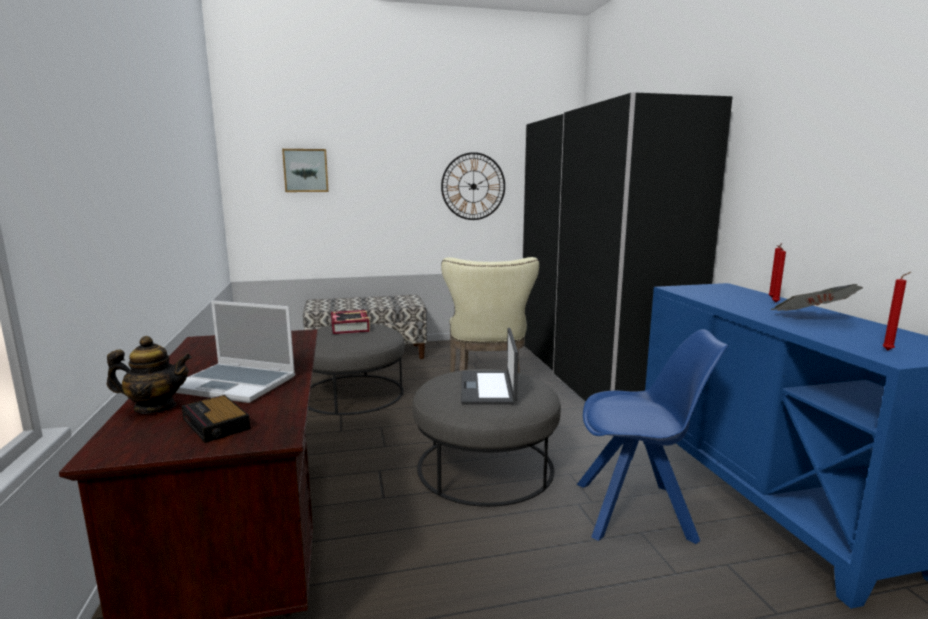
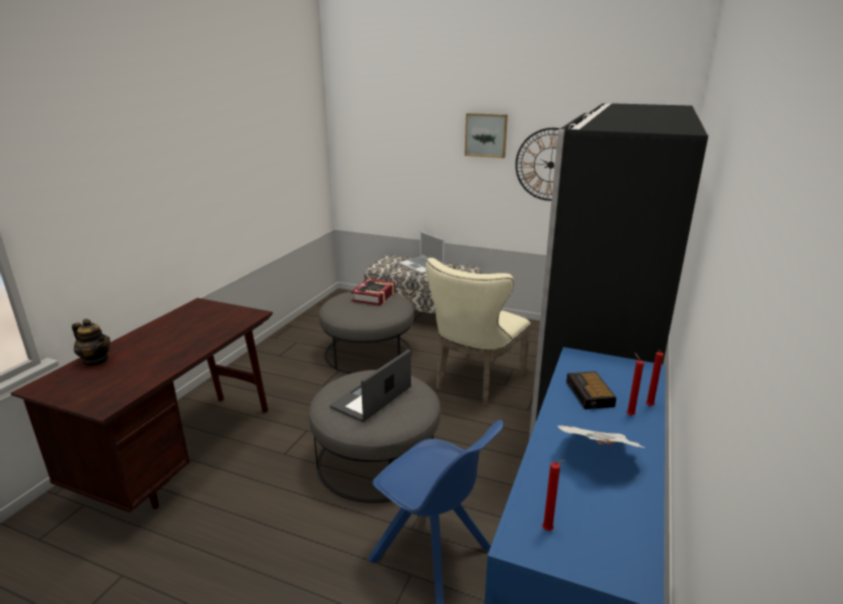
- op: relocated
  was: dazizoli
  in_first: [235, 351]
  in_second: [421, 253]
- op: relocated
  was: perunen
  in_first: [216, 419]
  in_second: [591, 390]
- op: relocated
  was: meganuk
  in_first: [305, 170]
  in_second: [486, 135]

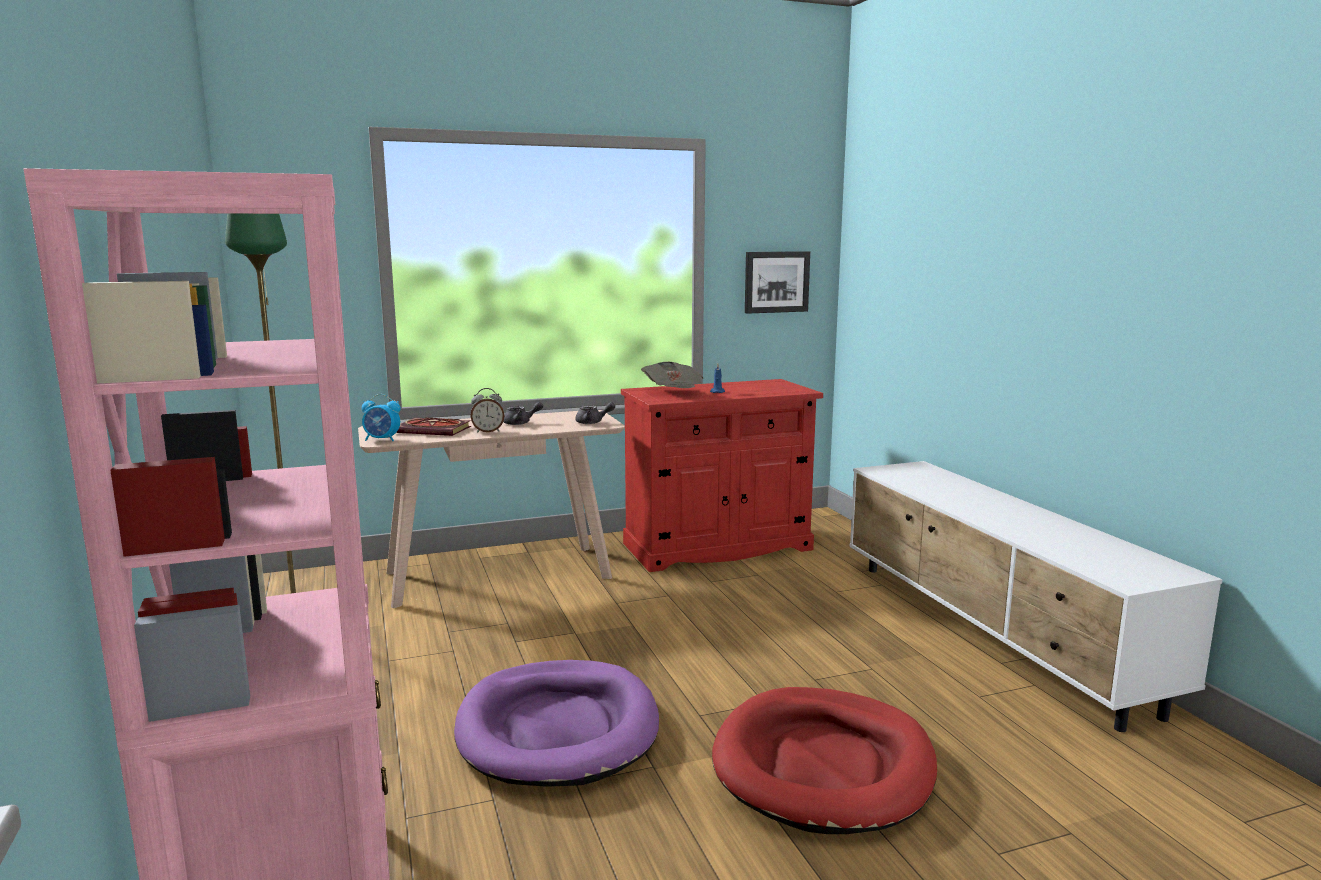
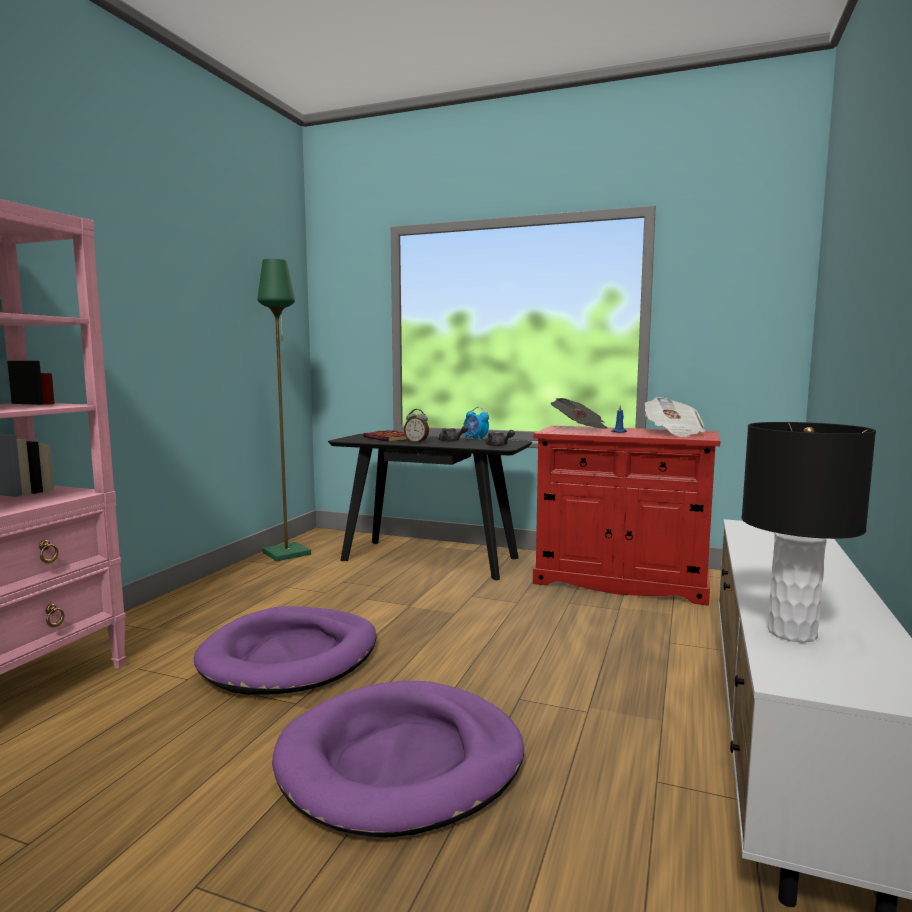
- op: missing
  was: meganuk
  in_first: [777, 282]
- op: appeared
  now: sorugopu
  in_second: [675, 417]
- op: appeared
  now: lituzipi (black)
  in_second: [809, 532]
- op: relocated
  was: perunen
  in_first: [381, 417]
  in_second: [476, 423]
- op: colour
  was: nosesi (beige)
  now: nosesi (black)
  in_first: [491, 509]
  in_second: [430, 507]
- op: colour
  was: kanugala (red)
  now: kanugala (purple)
  in_first: [824, 760]
  in_second: [398, 759]

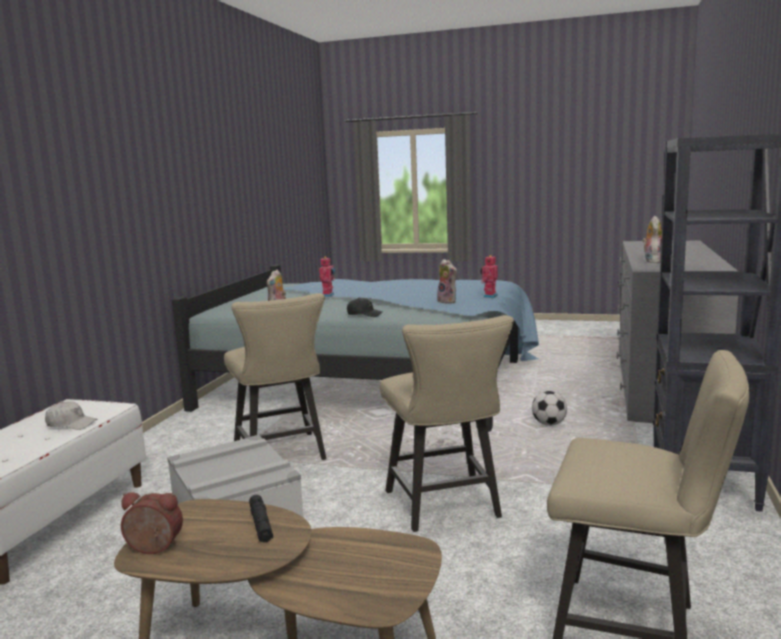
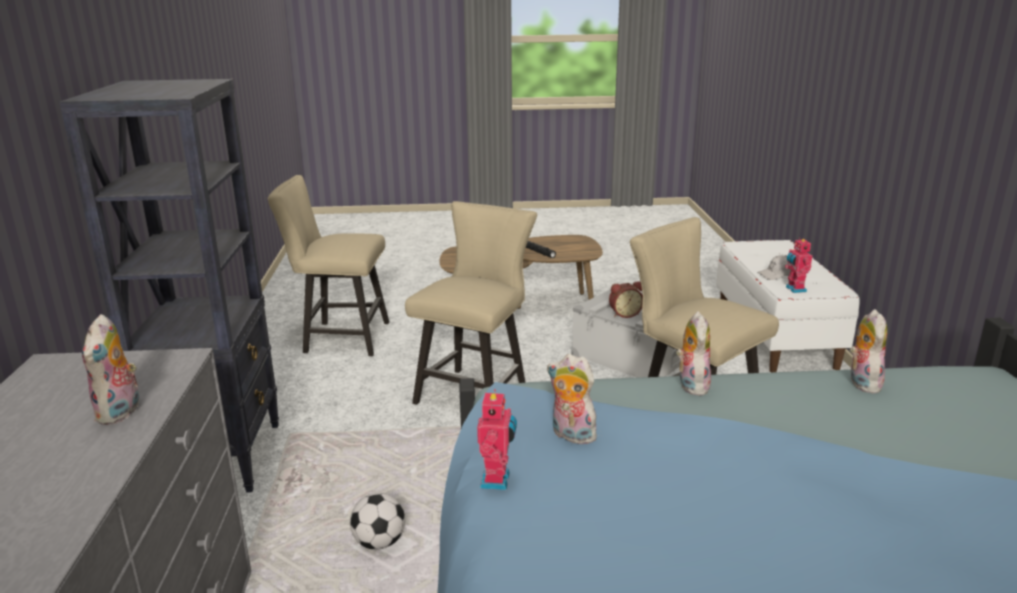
- op: relocated
  was: perunen
  in_first: [152, 523]
  in_second: [626, 299]
- op: relocated
  was: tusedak
  in_first: [327, 276]
  in_second: [798, 266]
- op: exchanged
  was: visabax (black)
  now: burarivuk
  in_first: [365, 307]
  in_second: [693, 353]
- op: spun
  was: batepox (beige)
  in_first: [447, 423]
  in_second: [471, 303]
  clockwise: 60

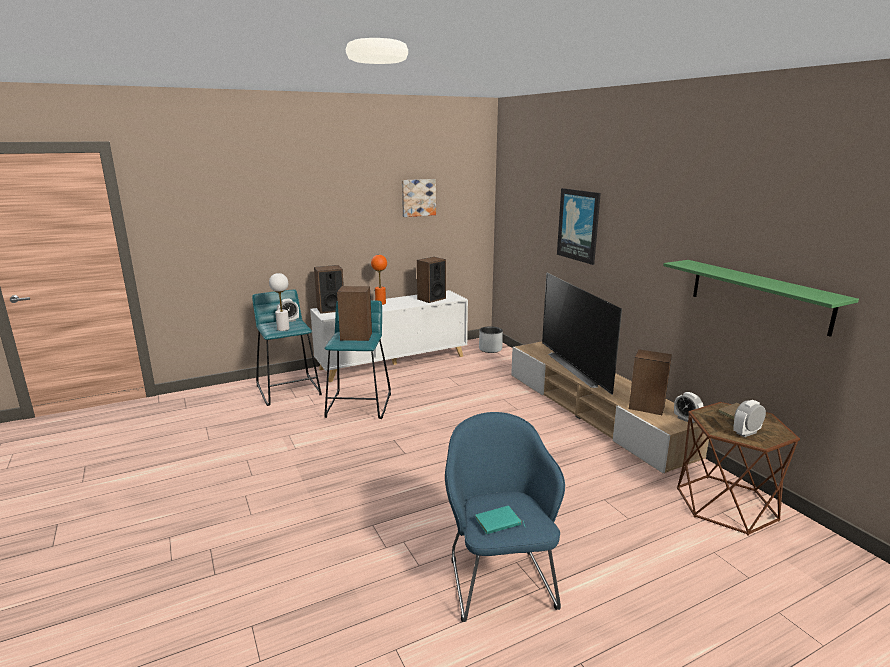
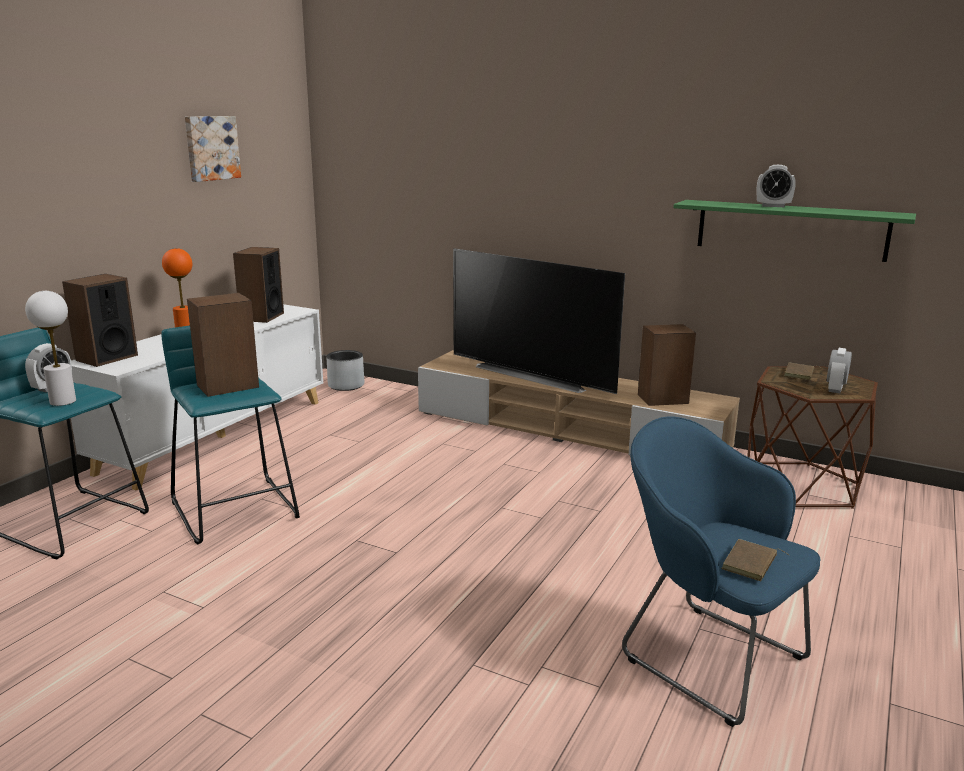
- op: missing
  was: meganuk
  in_first: [579, 226]
- op: relocated
  was: perunen
  in_first: [688, 407]
  in_second: [776, 186]
- op: colour
  was: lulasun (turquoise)
  now: lulasun (brown)
  in_first: [500, 520]
  in_second: [755, 560]

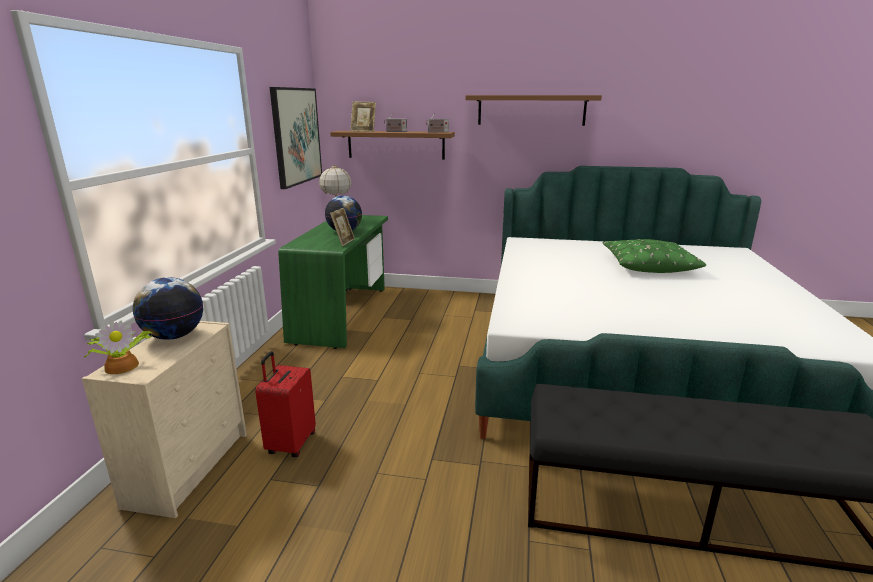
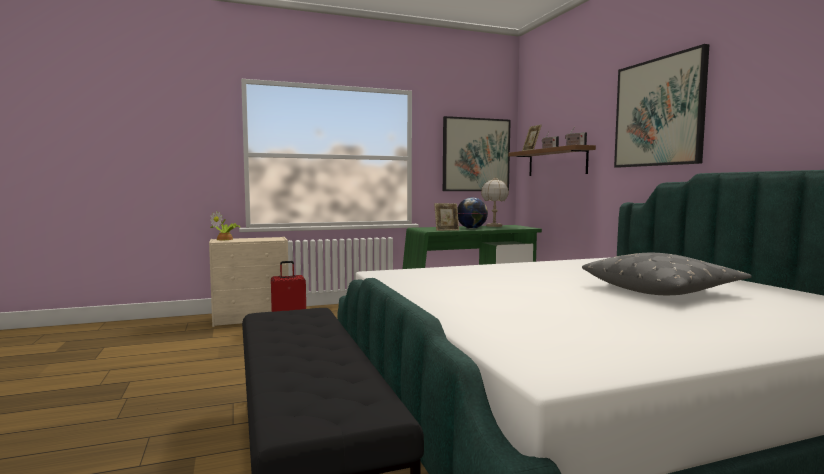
- op: missing
  was: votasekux
  in_first: [168, 308]
- op: exchanged
  was: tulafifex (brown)
  now: meganuk
  in_first: [534, 110]
  in_second: [662, 106]
- op: colour
  was: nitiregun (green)
  now: nitiregun (grey)
  in_first: [654, 256]
  in_second: [667, 274]

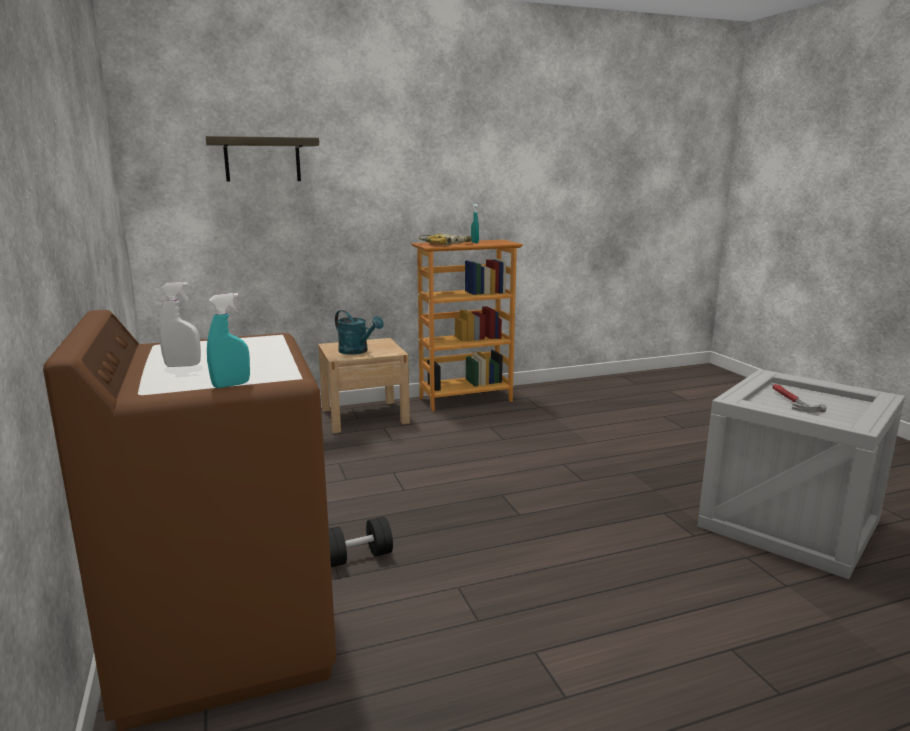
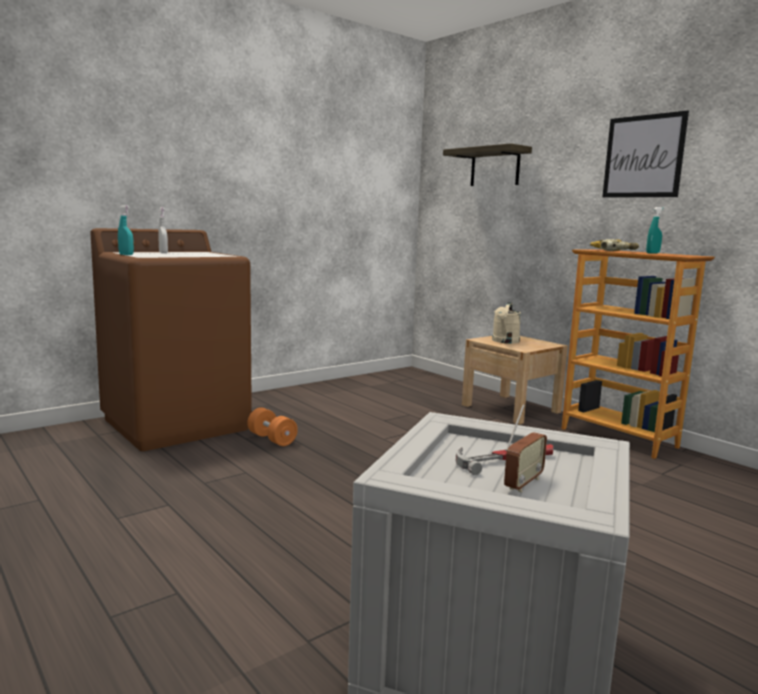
- op: appeared
  now: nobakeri
  in_second: [525, 448]
- op: appeared
  now: meganuk
  in_second: [645, 154]
- op: colour
  was: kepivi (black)
  now: kepivi (orange)
  in_first: [361, 542]
  in_second: [272, 426]
- op: colour
  was: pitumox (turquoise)
  now: pitumox (beige)
  in_first: [359, 332]
  in_second: [506, 323]

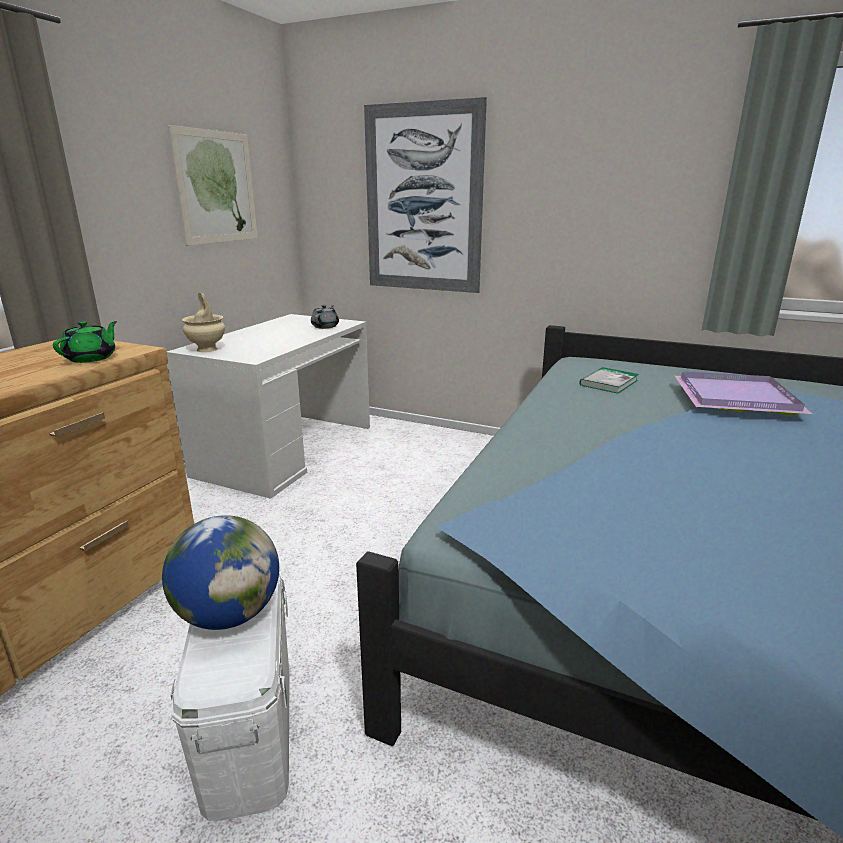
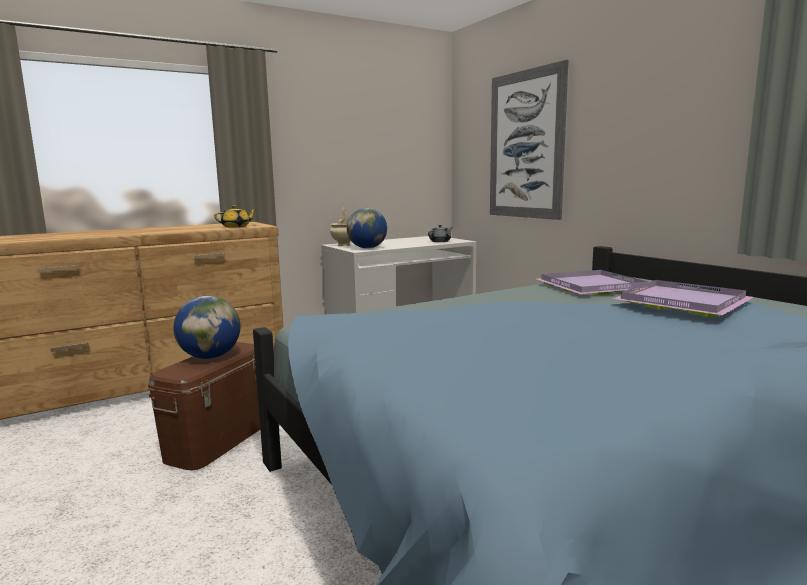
- op: missing
  was: meganuk
  in_first: [213, 185]
- op: appeared
  now: votasekux
  in_second: [367, 228]
- op: exchanged
  was: lulasun
  now: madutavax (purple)
  in_first: [609, 380]
  in_second: [592, 282]
- op: colour
  was: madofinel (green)
  now: madofinel (yellow)
  in_first: [85, 342]
  in_second: [235, 216]
- op: colour
  was: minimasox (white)
  now: minimasox (brown)
  in_first: [230, 696]
  in_second: [204, 406]

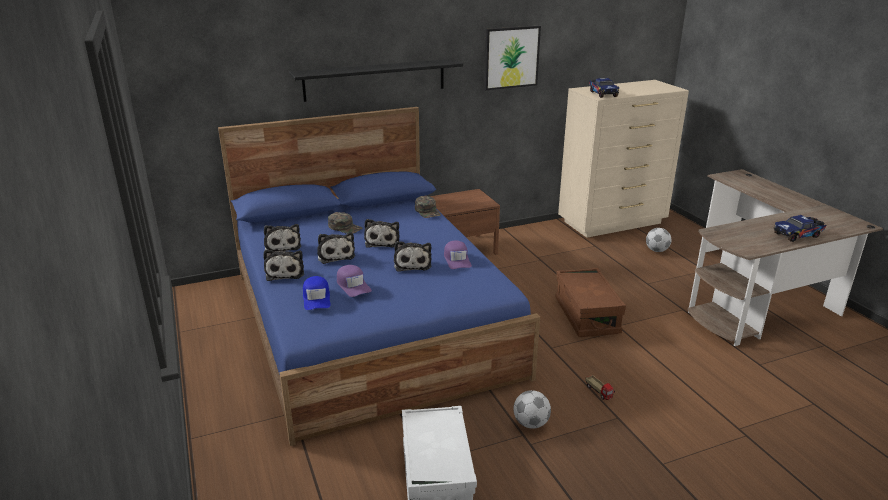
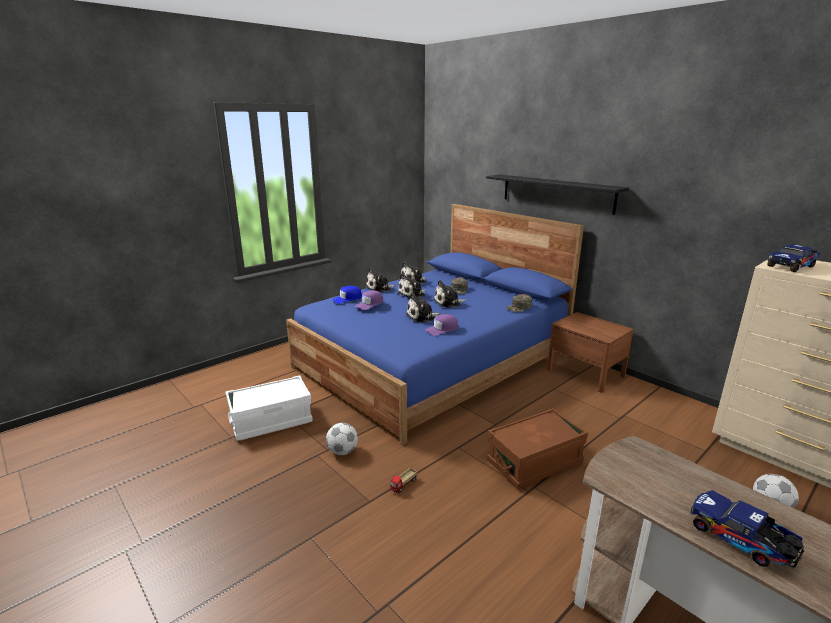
- op: missing
  was: meganuk
  in_first: [512, 58]

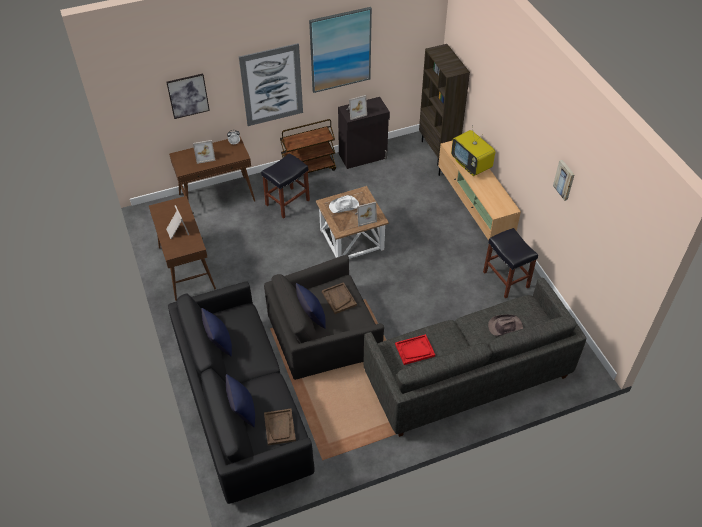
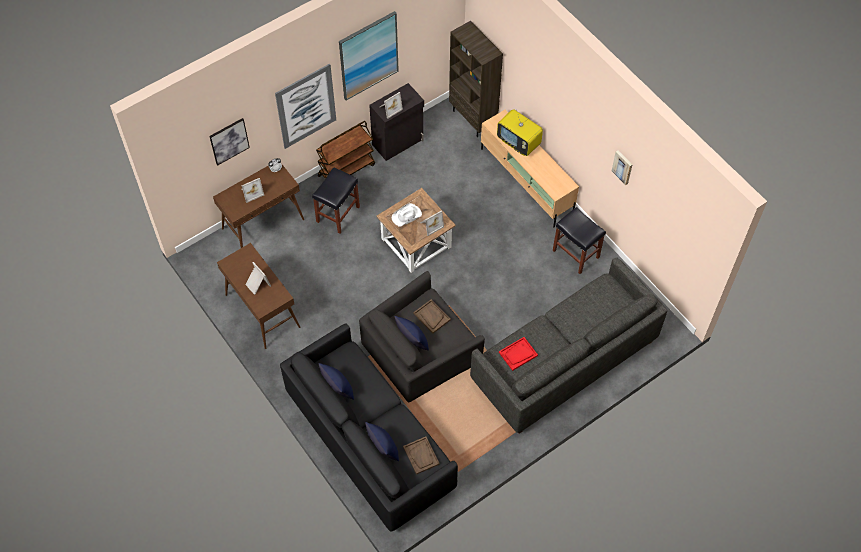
- op: missing
  was: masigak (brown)
  in_first: [505, 325]

